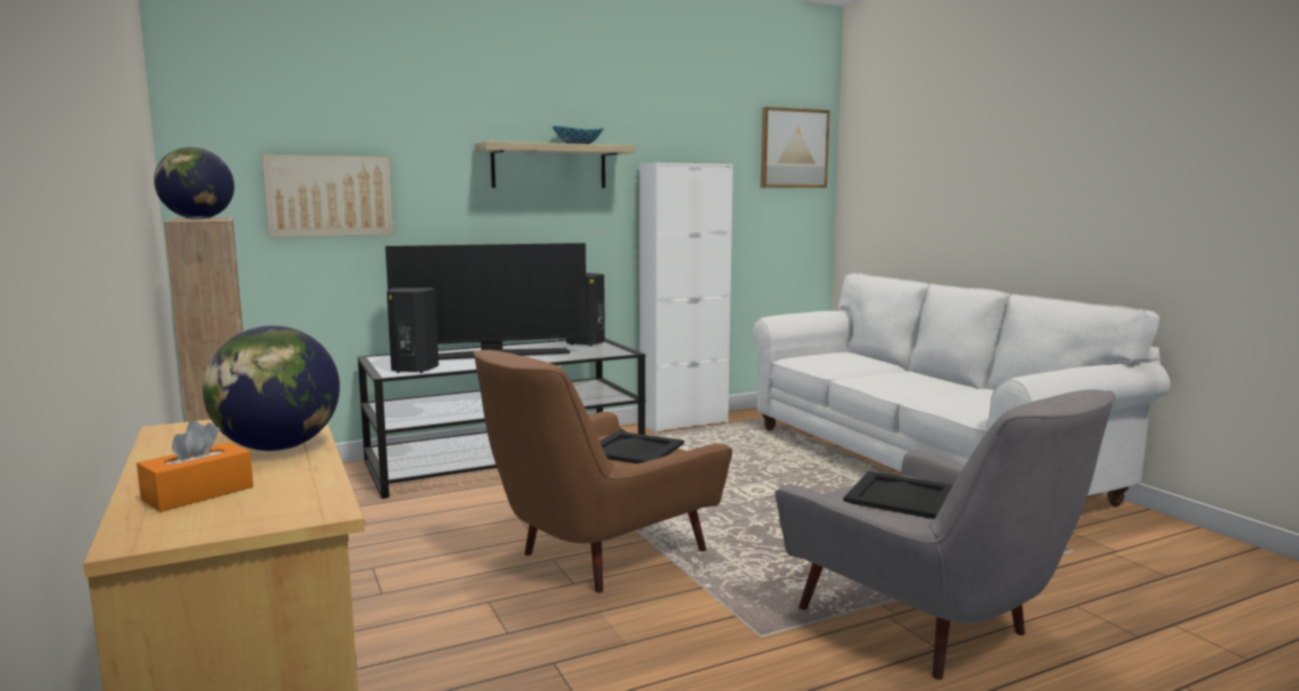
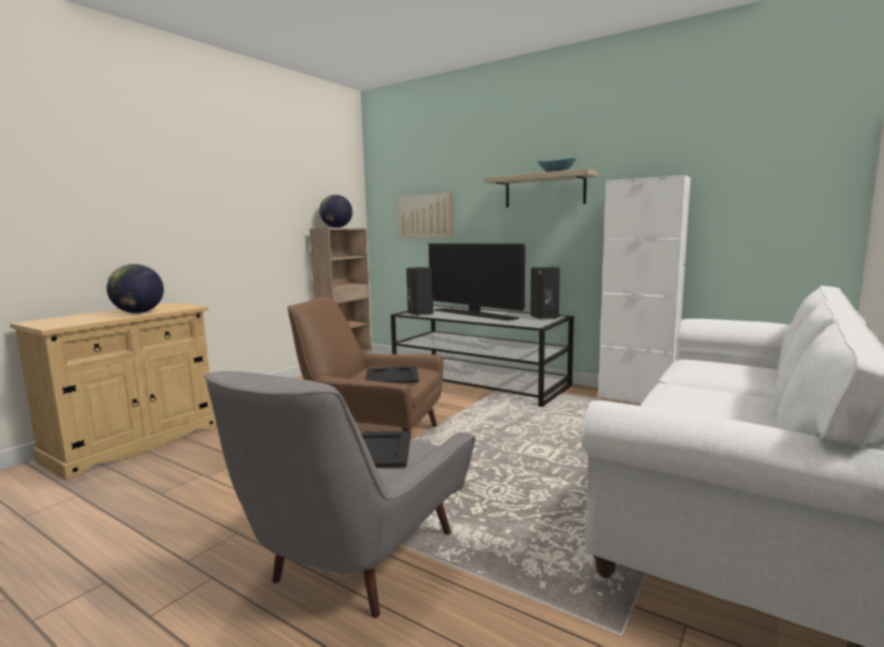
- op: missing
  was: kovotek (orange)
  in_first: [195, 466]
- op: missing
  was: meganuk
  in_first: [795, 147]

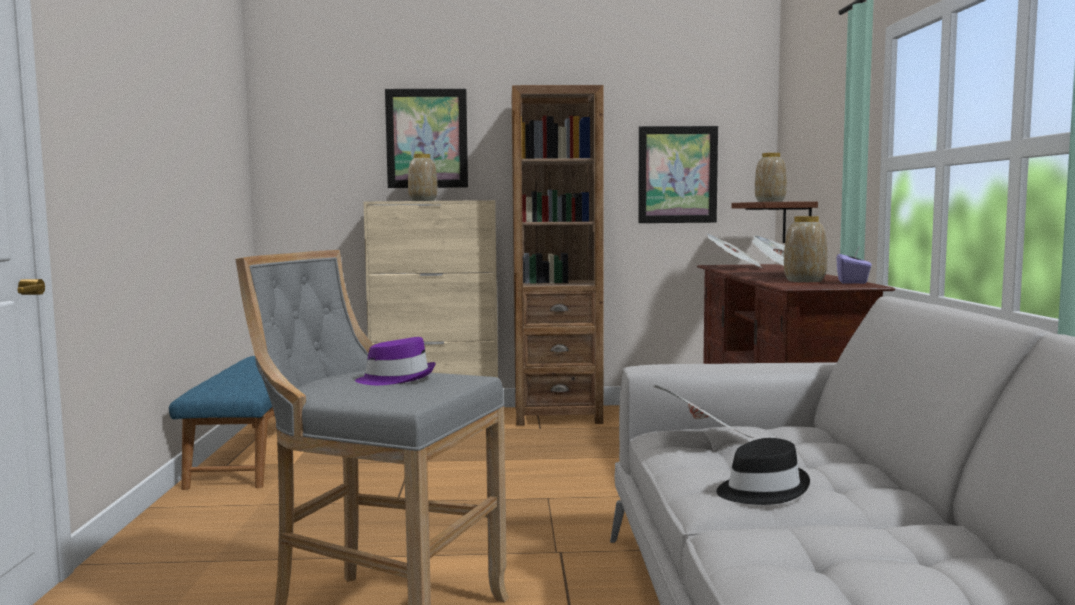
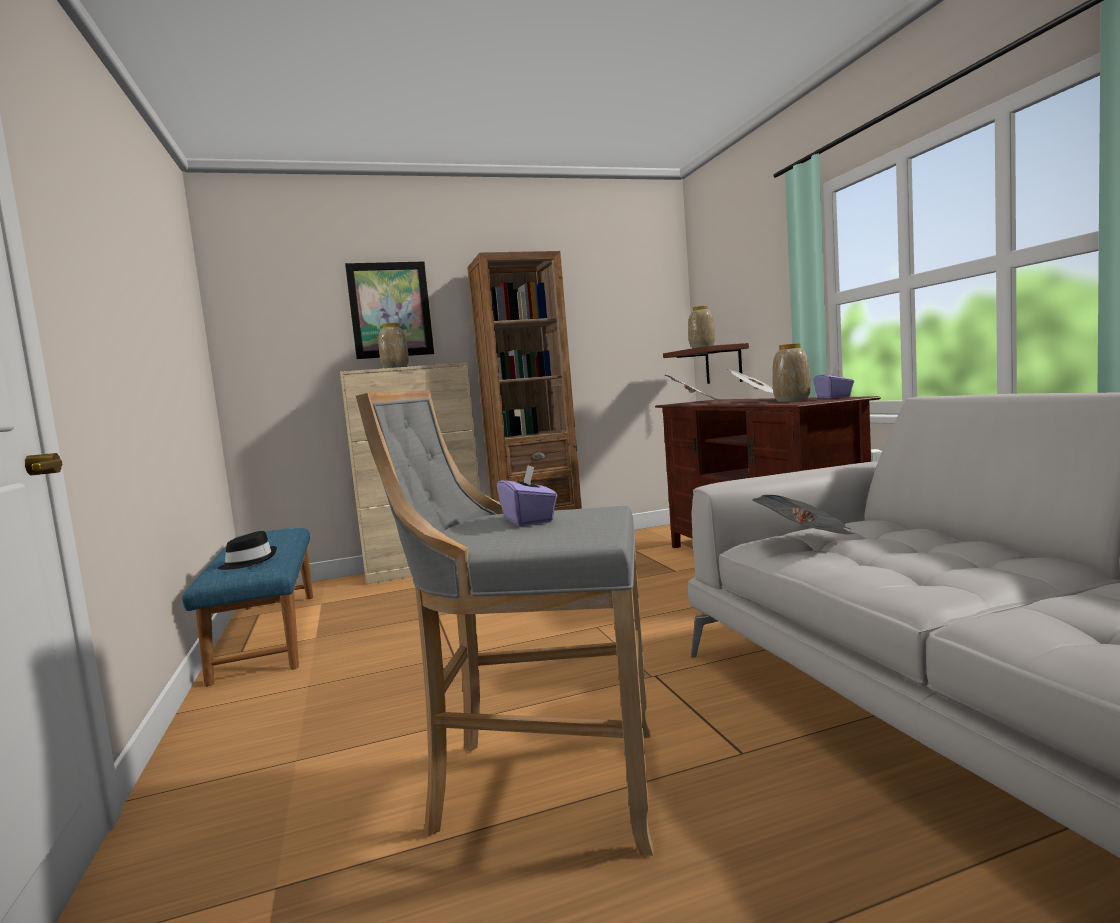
- op: missing
  was: meganuk
  in_first: [678, 174]
- op: relocated
  was: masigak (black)
  in_first: [763, 471]
  in_second: [247, 550]
- op: exchanged
  was: masigak (purple)
  now: kovotek (purple)
  in_first: [395, 361]
  in_second: [527, 495]

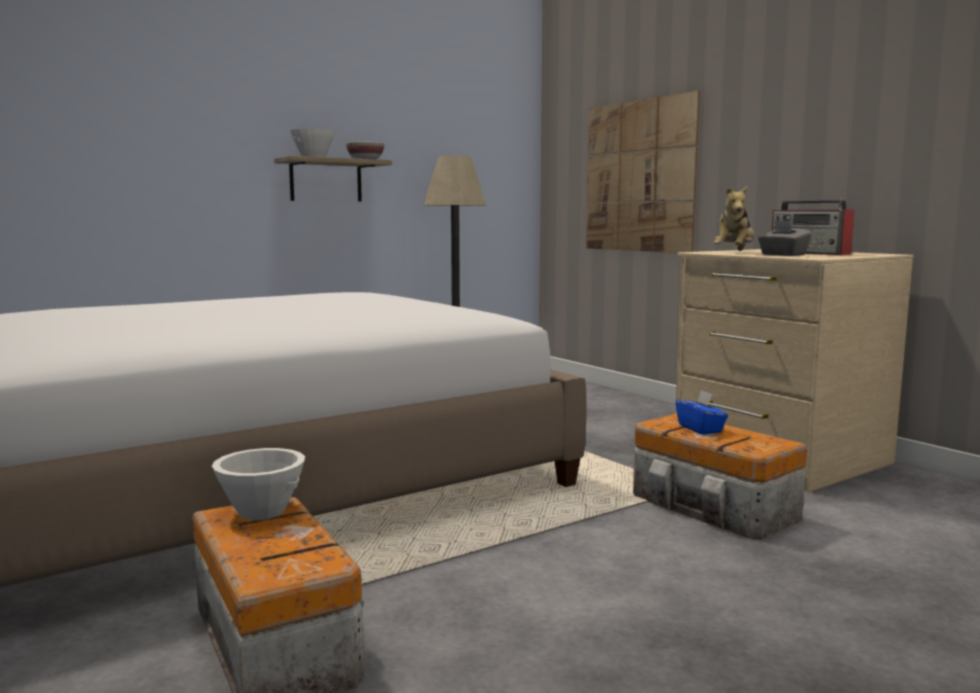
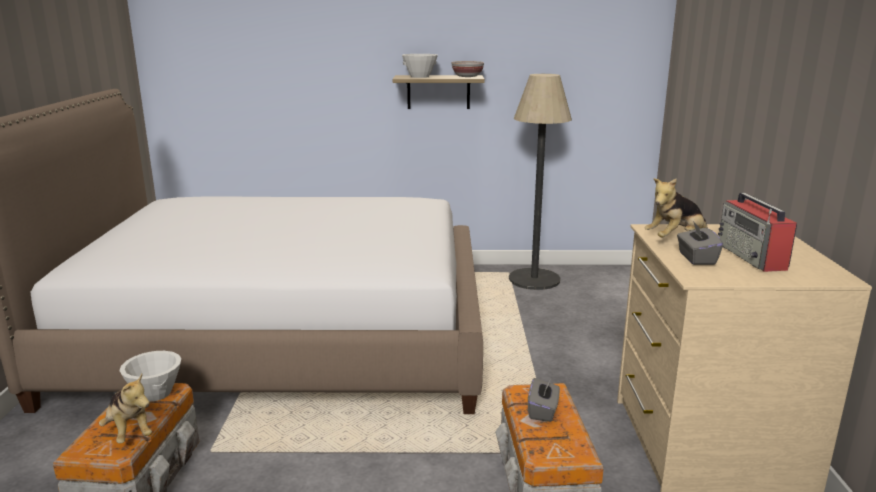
- op: missing
  was: meganuk
  in_first: [643, 171]
- op: appeared
  now: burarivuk
  in_second: [125, 408]
- op: colour
  was: kovotek (blue)
  now: kovotek (grey)
  in_first: [701, 412]
  in_second: [544, 400]

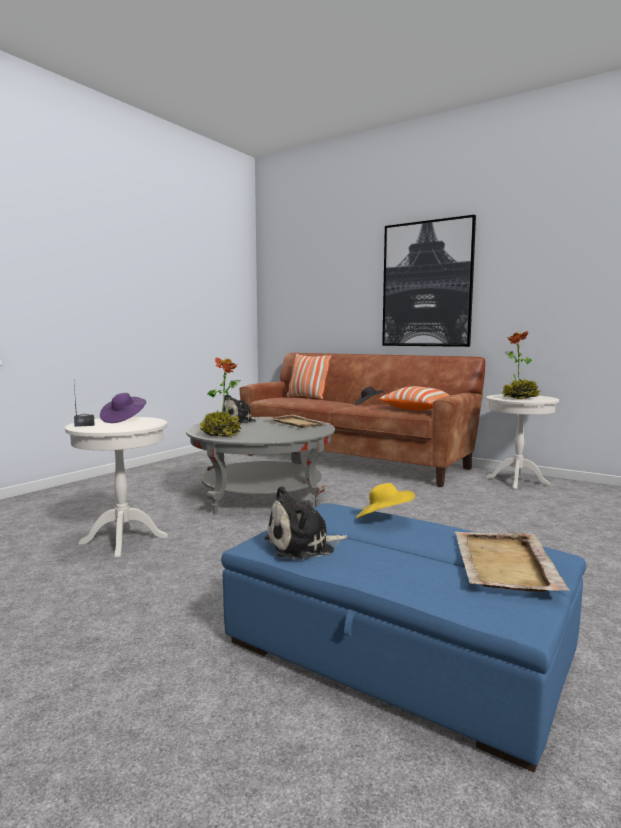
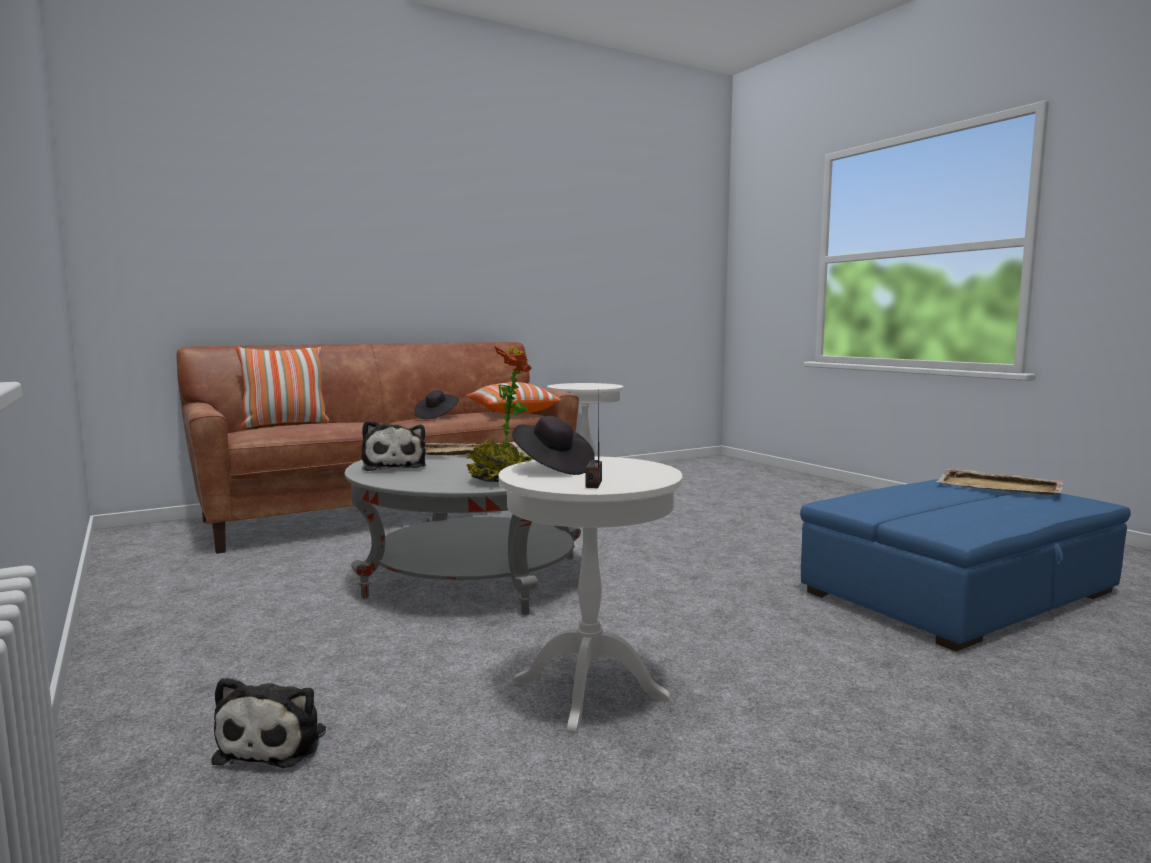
- op: missing
  was: masigak (yellow)
  in_first: [385, 500]
- op: missing
  was: meganuk
  in_first: [429, 281]
- op: missing
  was: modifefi
  in_first: [521, 365]
- op: relocated
  was: burarivuk
  in_first: [306, 523]
  in_second: [269, 722]
- op: colour
  was: masigak (purple)
  now: masigak (black)
  in_first: [123, 408]
  in_second: [553, 445]

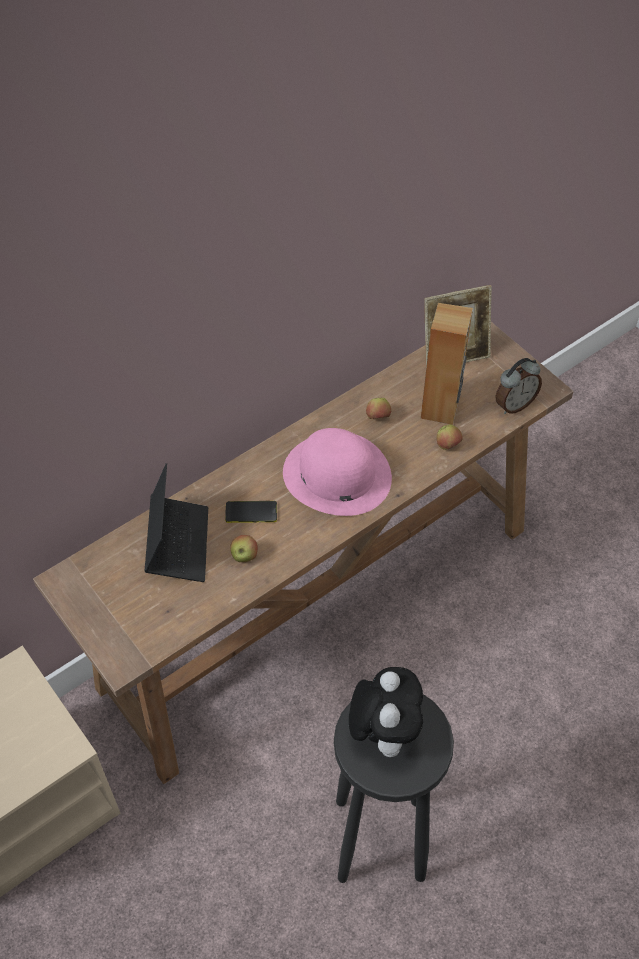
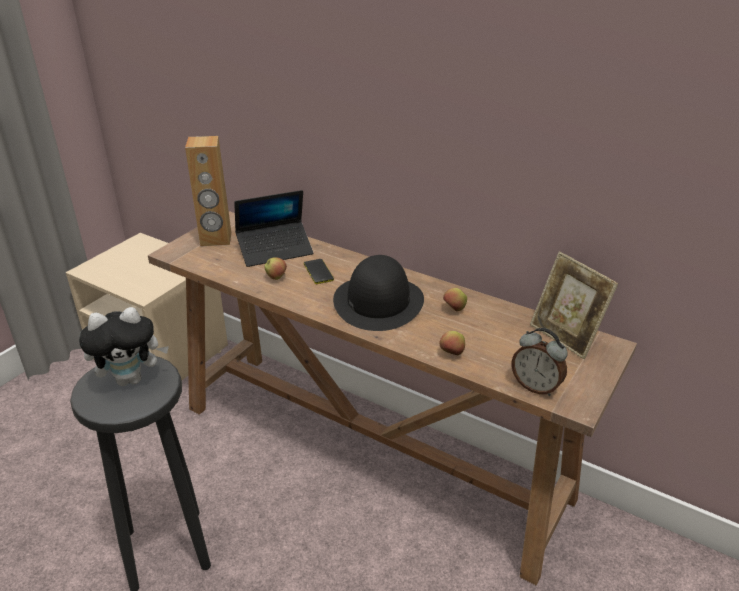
- op: relocated
  was: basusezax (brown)
  in_first: [447, 364]
  in_second: [208, 191]
- op: colour
  was: masigak (pink)
  now: masigak (black)
  in_first: [337, 472]
  in_second: [378, 293]

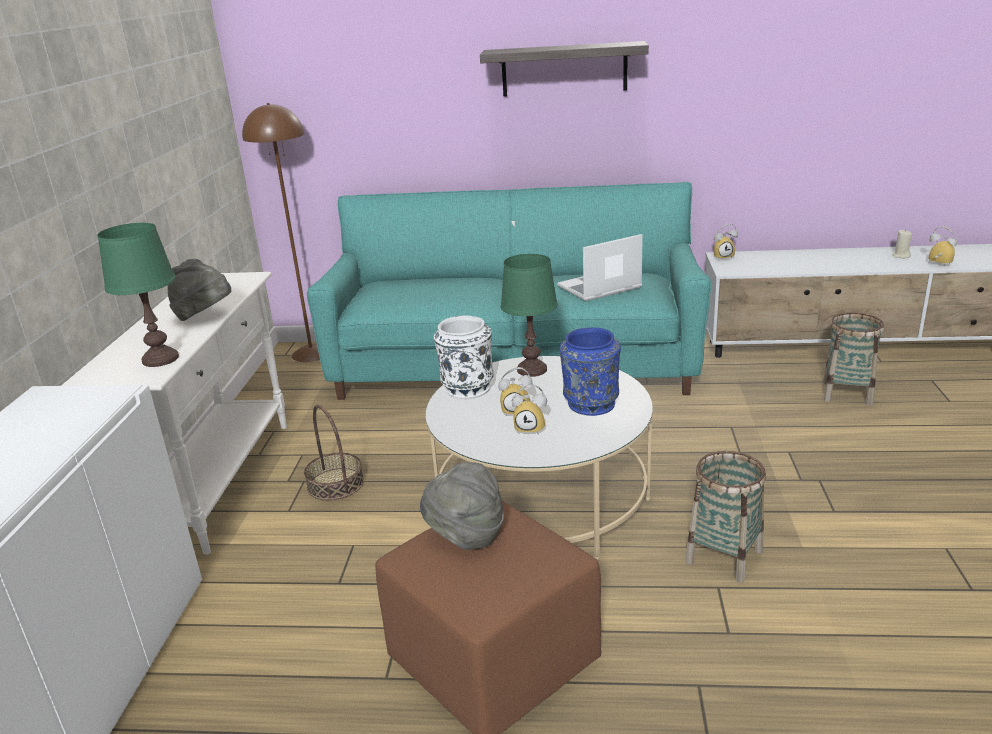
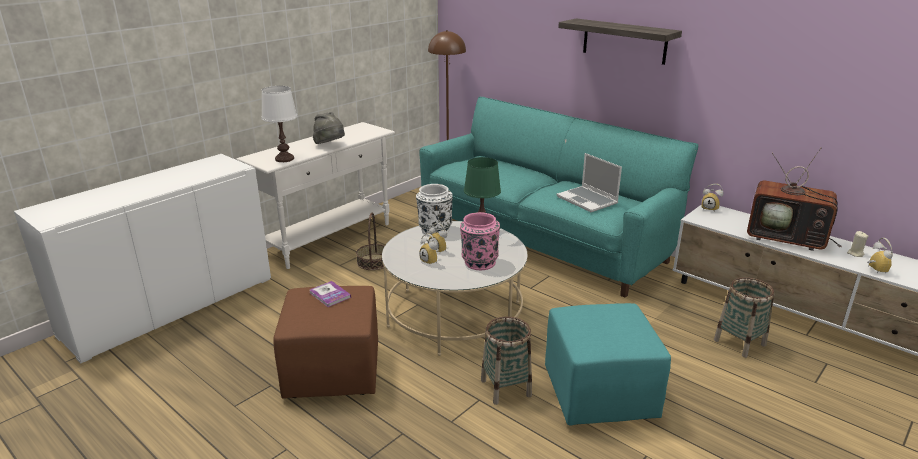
- op: appeared
  now: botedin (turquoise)
  in_second: [608, 364]
- op: appeared
  now: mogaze
  in_second: [794, 199]
- op: exchanged
  was: masigak (grey)
  now: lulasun
  in_first: [462, 506]
  in_second: [330, 294]
- op: colour
  was: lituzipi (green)
  now: lituzipi (white)
  in_first: [138, 295]
  in_second: [279, 124]
- op: colour
  was: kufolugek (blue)
  now: kufolugek (pink)
  in_first: [590, 371]
  in_second: [480, 241]
- op: spun
  was: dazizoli
  in_first: [600, 267]
  in_second: [589, 182]
  clockwise: -135

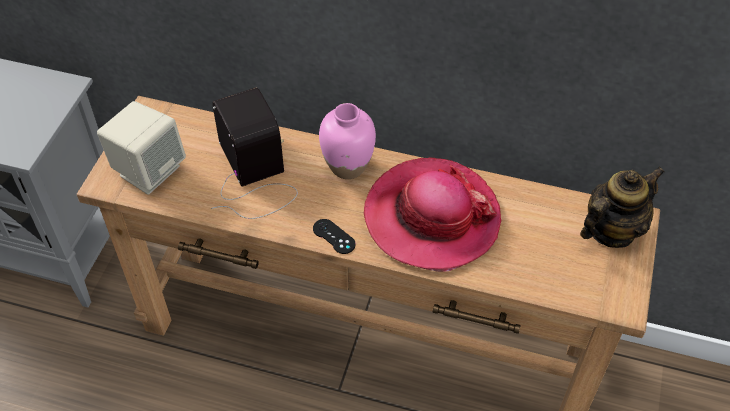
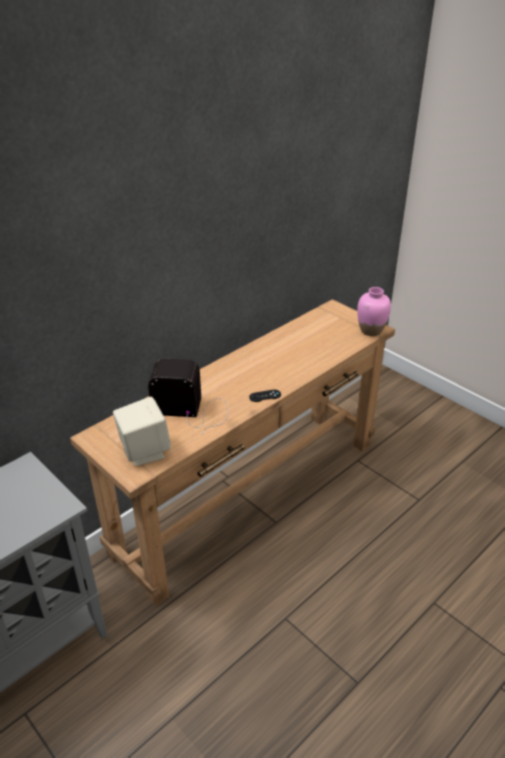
- op: missing
  was: masigak
  in_first: [432, 214]
- op: missing
  was: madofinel
  in_first: [622, 207]
- op: relocated
  was: kufolugek (pink)
  in_first: [347, 141]
  in_second: [374, 311]

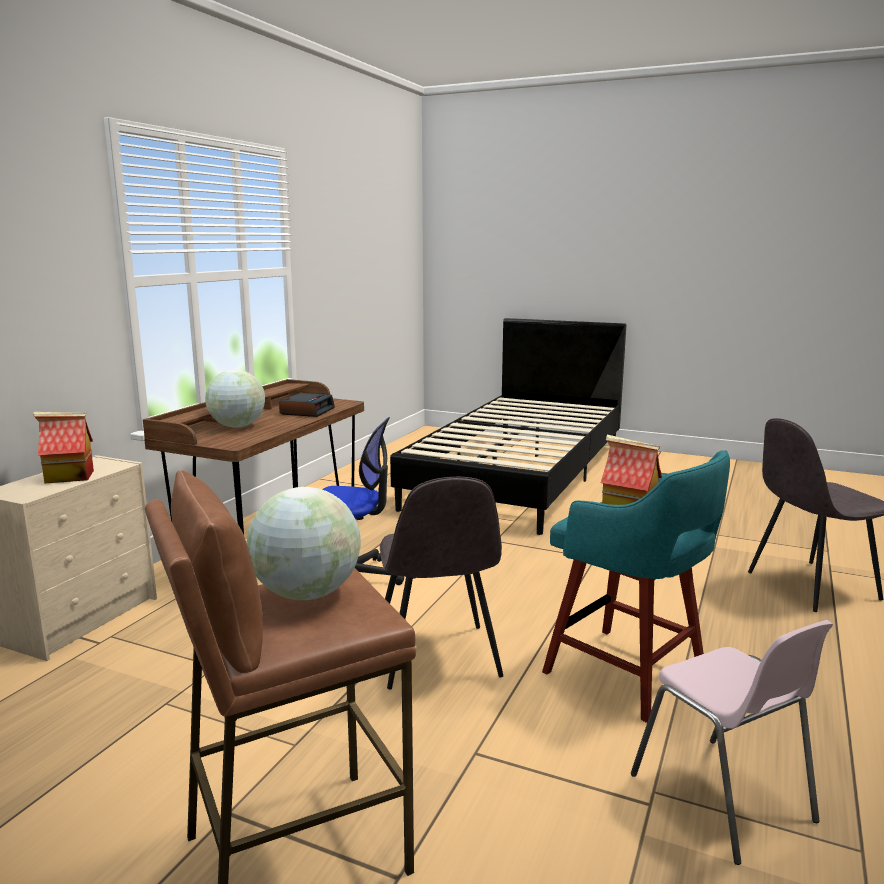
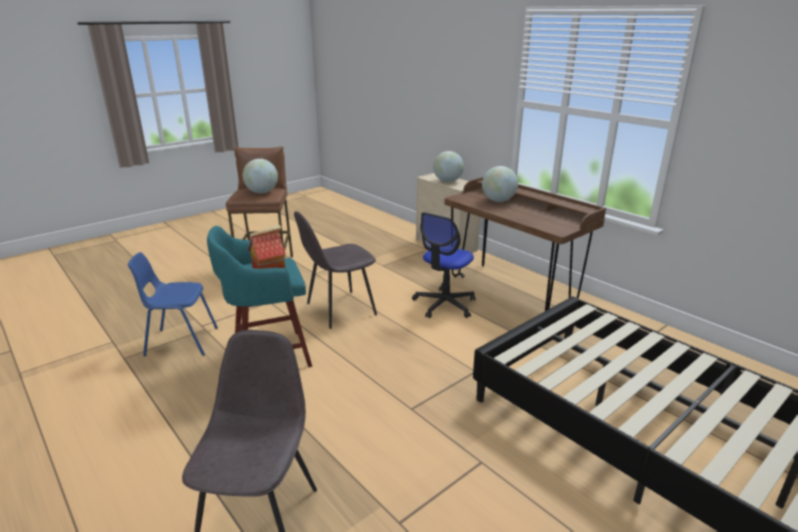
- op: missing
  was: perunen
  in_first: [307, 405]
- op: exchanged
  was: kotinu
  now: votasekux
  in_first: [63, 447]
  in_second: [448, 166]
- op: colour
  was: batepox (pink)
  now: batepox (blue)
  in_first: [732, 742]
  in_second: [173, 304]
- op: spun
  was: batepox (grey)
  in_first: [441, 583]
  in_second: [335, 270]
  clockwise: -45

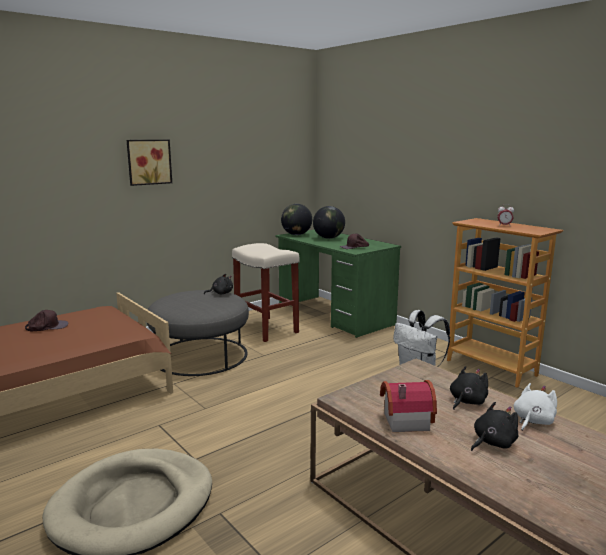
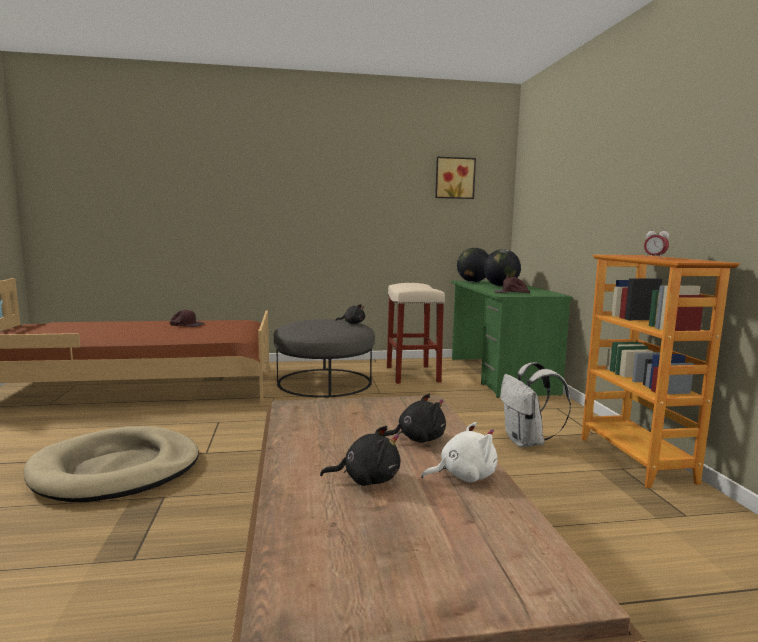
- op: missing
  was: kotinu
  in_first: [408, 406]
- op: relocated
  was: meganuk
  in_first: [149, 163]
  in_second: [455, 178]

